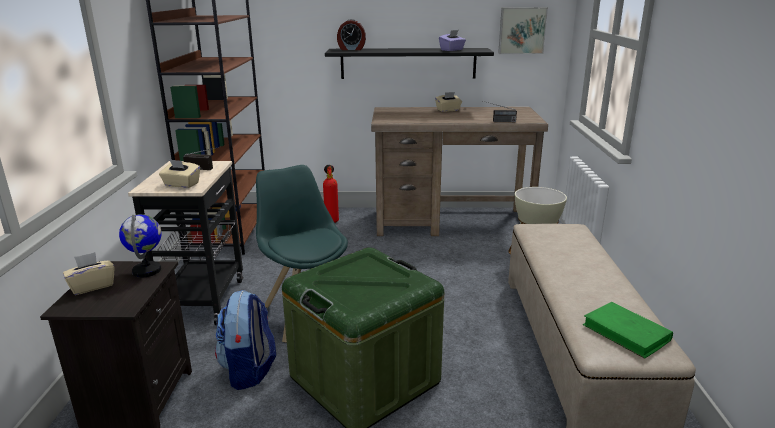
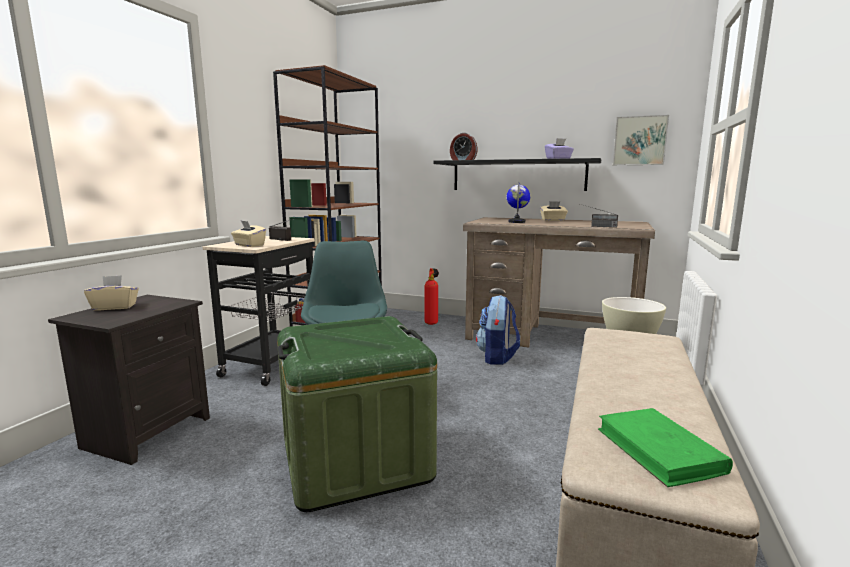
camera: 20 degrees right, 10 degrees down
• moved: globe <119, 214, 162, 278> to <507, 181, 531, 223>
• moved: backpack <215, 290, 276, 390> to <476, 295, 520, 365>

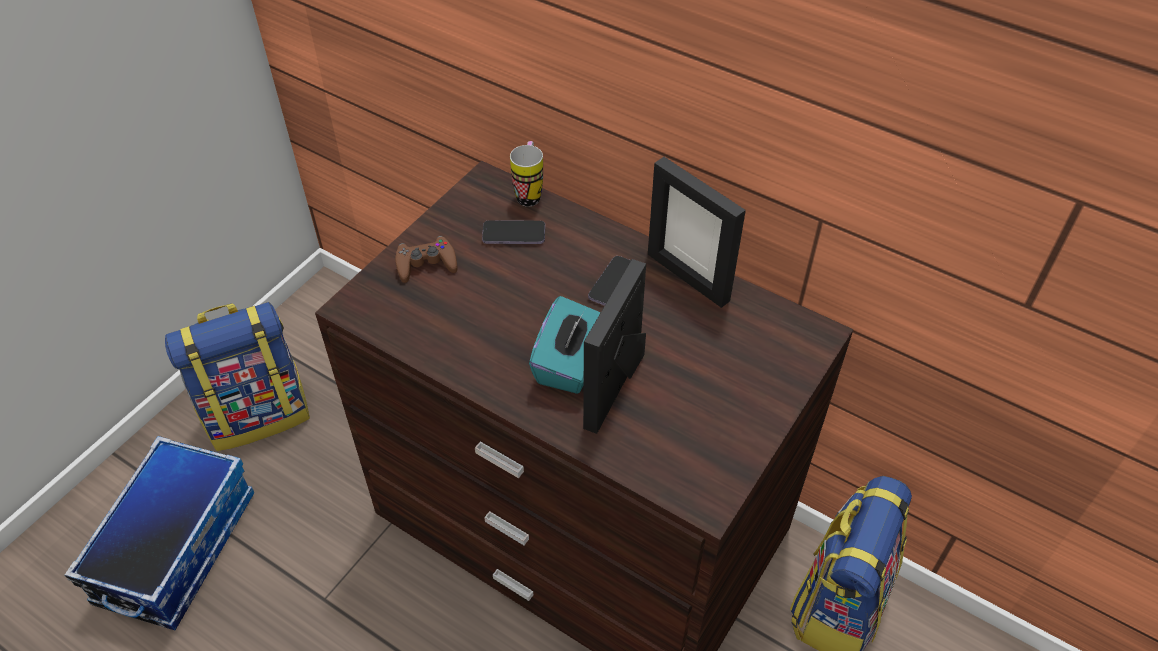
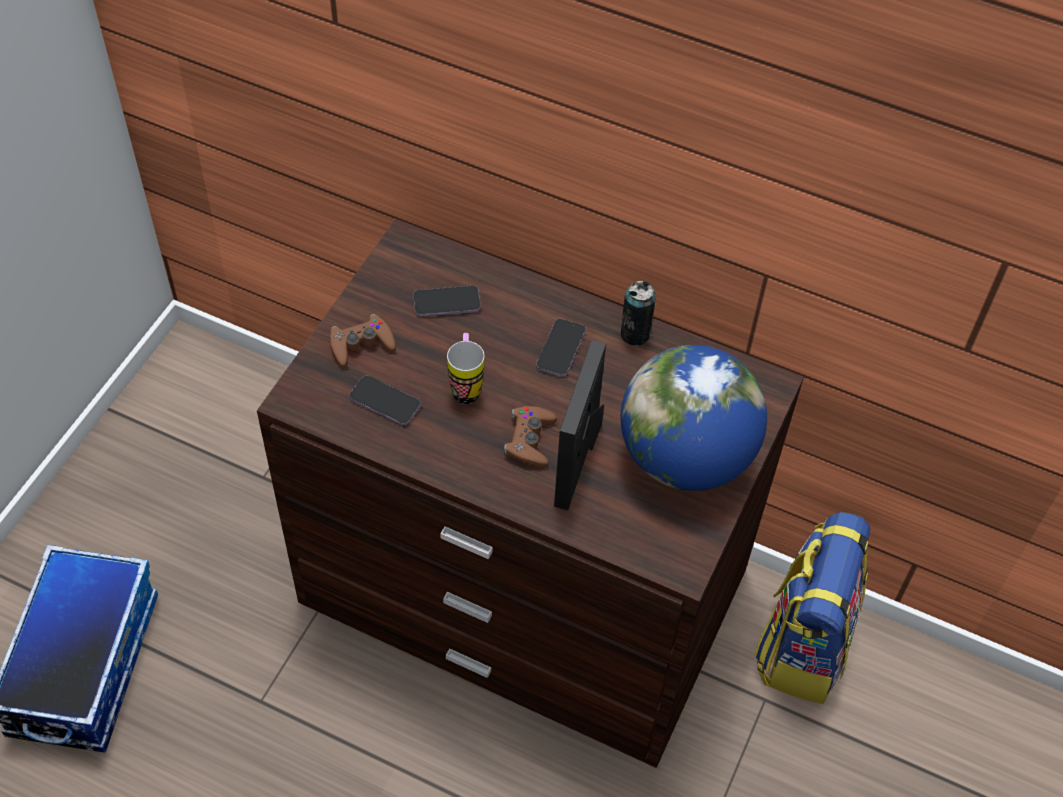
camera: 10 degrees left, 5 degrees up
• removed: backpack <165, 302, 310, 451>
• moved: mug <510, 141, 543, 207> to <447, 333, 484, 404>
• replaced: tissue box in turquoise <529, 296, 601, 394> to game controller in brown <504, 406, 557, 468>
• replaced: picture frame <648, 157, 746, 308> to can <621, 281, 656, 346>
• added: phone <349, 375, 421, 426>
• added: globe <621, 345, 767, 491>

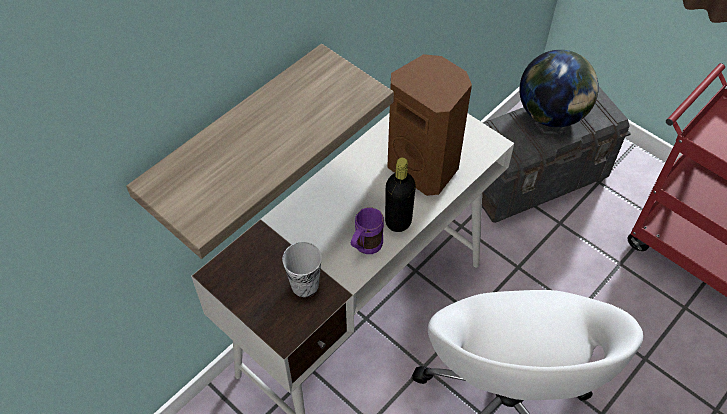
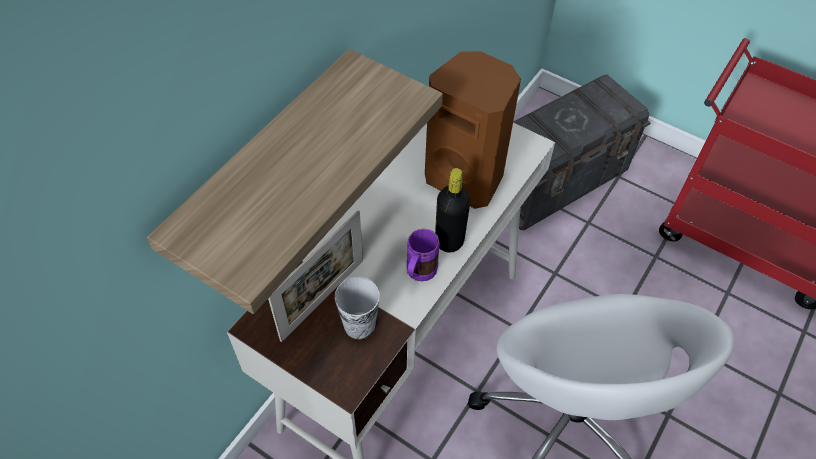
camera: 10 degrees left, 0 degrees up
• removed: globe <519, 50, 599, 127>
• added: picture frame <268, 210, 363, 342>

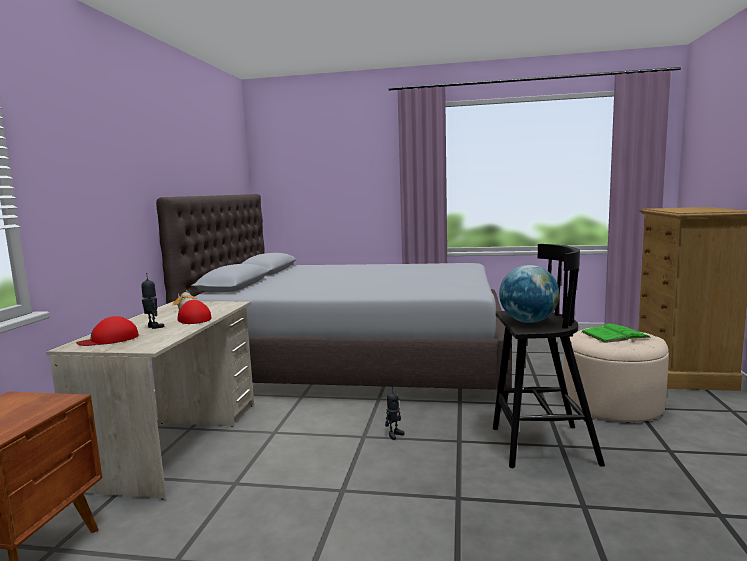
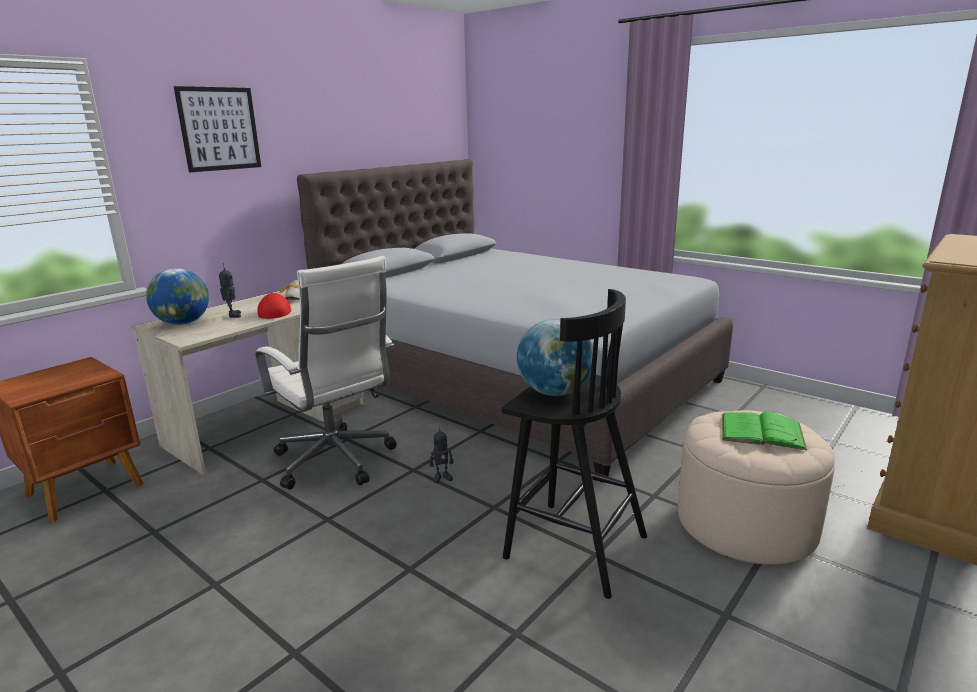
camera: 30 degrees right, 10 degrees up
• replaced: cap in red <76, 316, 139, 346> to globe <146, 268, 209, 325>
• added: picture <174, 86, 261, 172>
• added: office chair in white <256, 256, 397, 490>

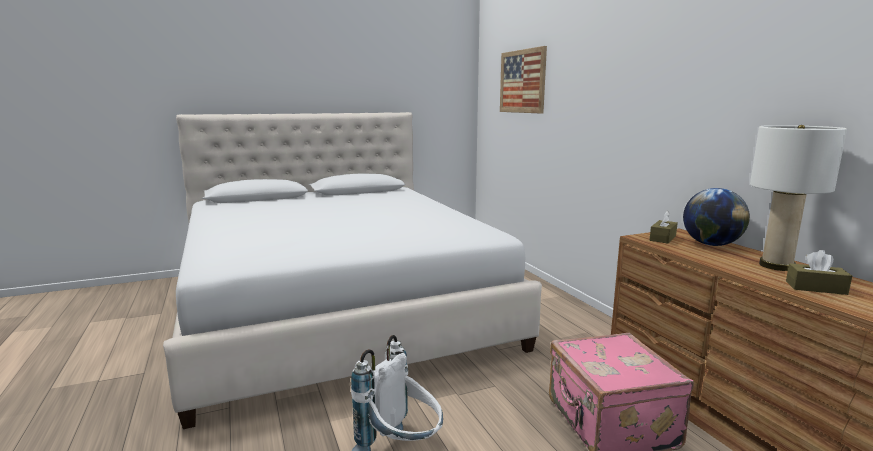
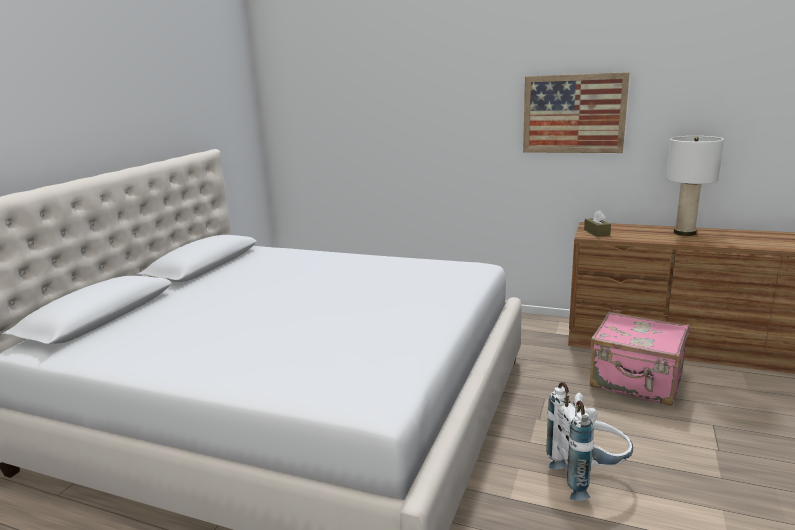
camera: 45 degrees left, 5 degrees up
• moved: picture <500, 46, 547, 114> to <523, 72, 630, 153>
• removed: globe <683, 188, 750, 246>
• removed: tissue box in brown <786, 250, 852, 295>

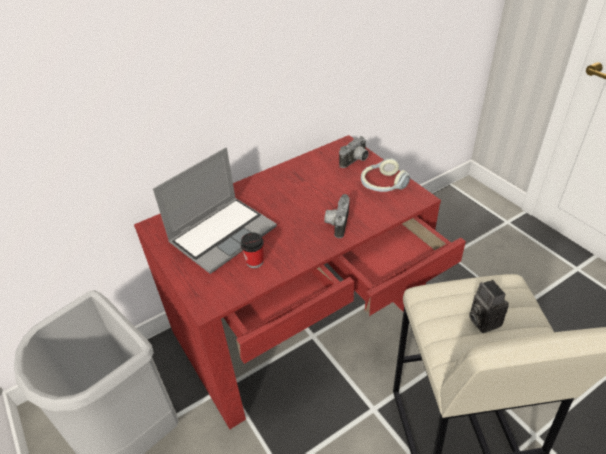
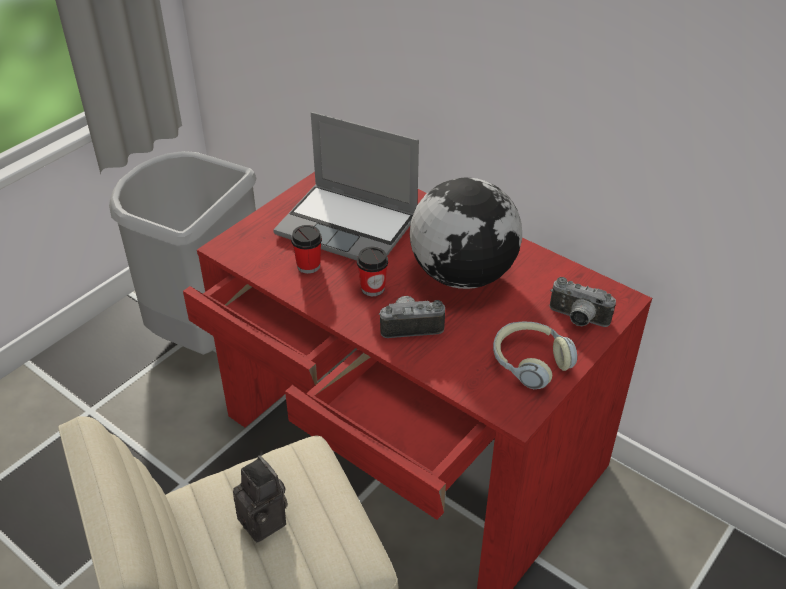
camera: 70 degrees right, 0 degrees up
• turned: photo camera <469, 280, 509, 333> = <233, 455, 288, 542> 90 degrees clockwise
• added: cup <357, 247, 388, 296>
• added: globe <410, 178, 522, 289>

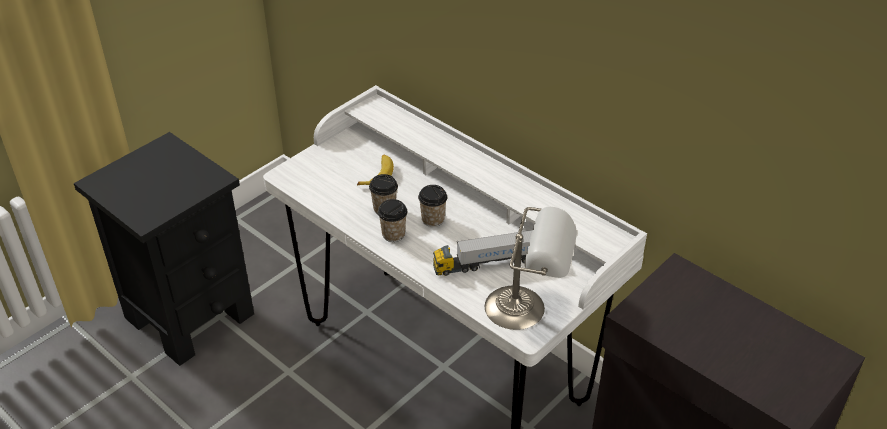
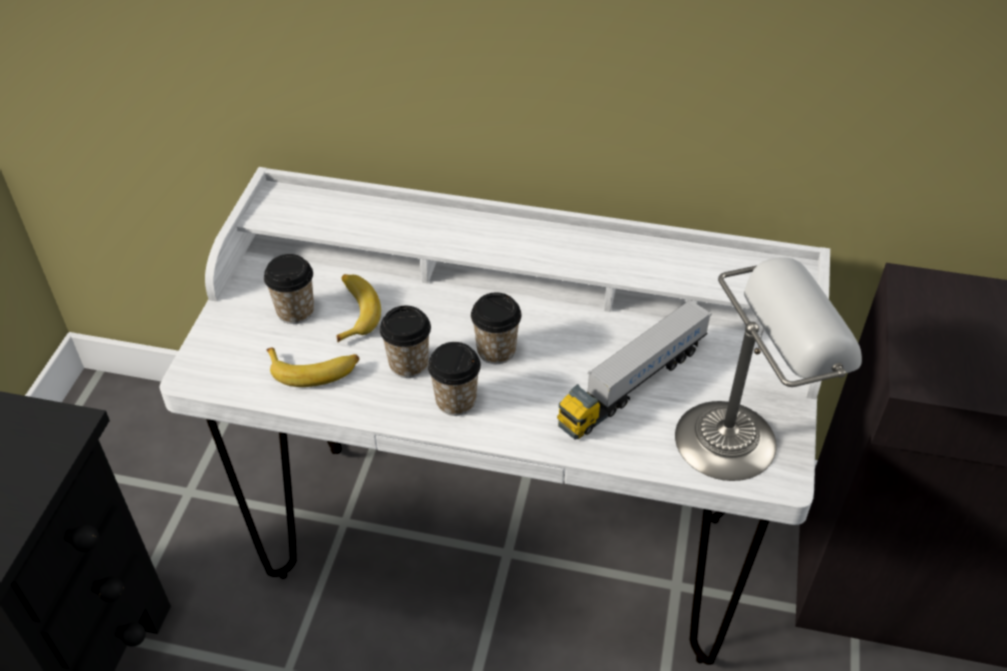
camera: 30 degrees left, 5 degrees up
• added: cup <264, 254, 314, 324>
• added: banana <266, 348, 359, 387>

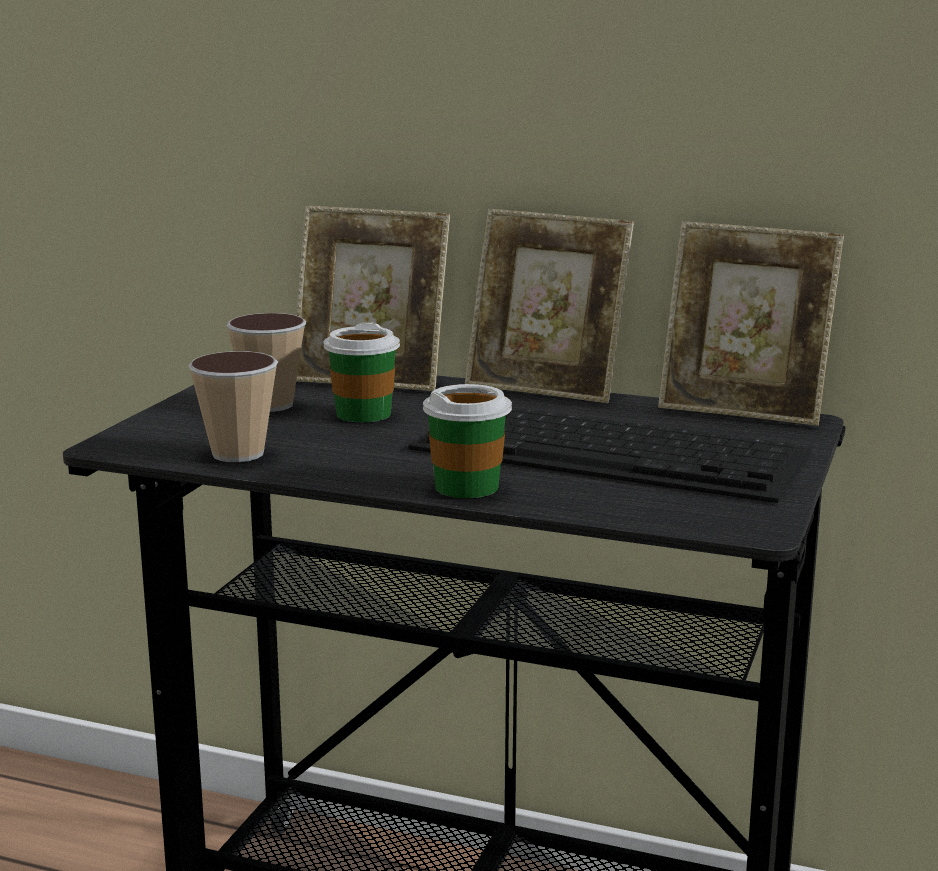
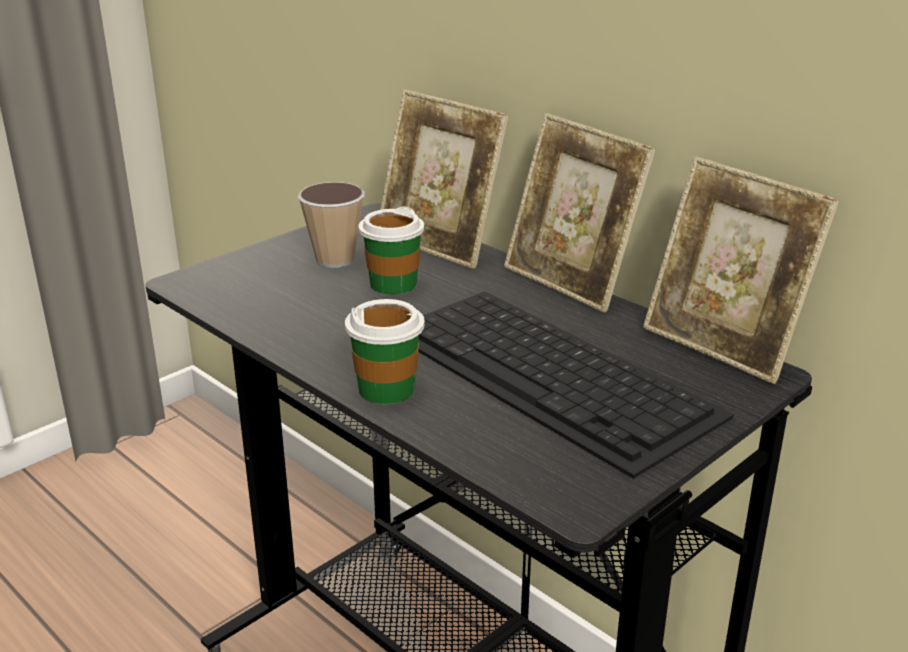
camera: 25 degrees right, 10 degrees up
• removed: cup <188, 351, 278, 462>

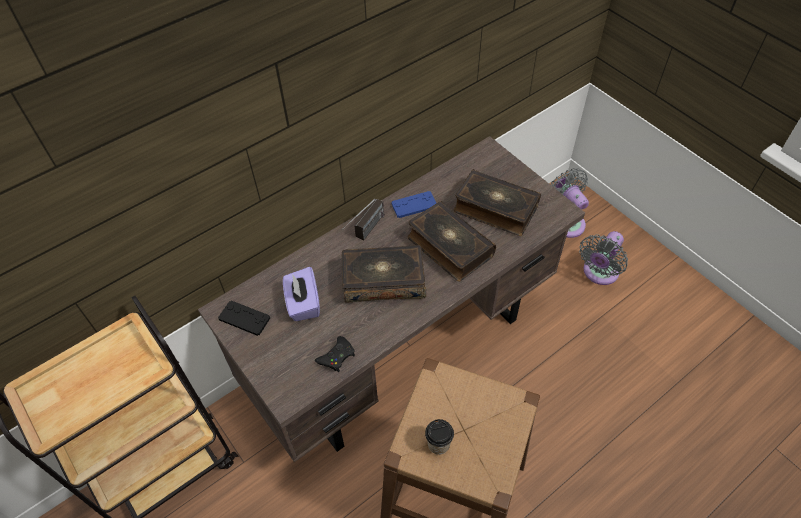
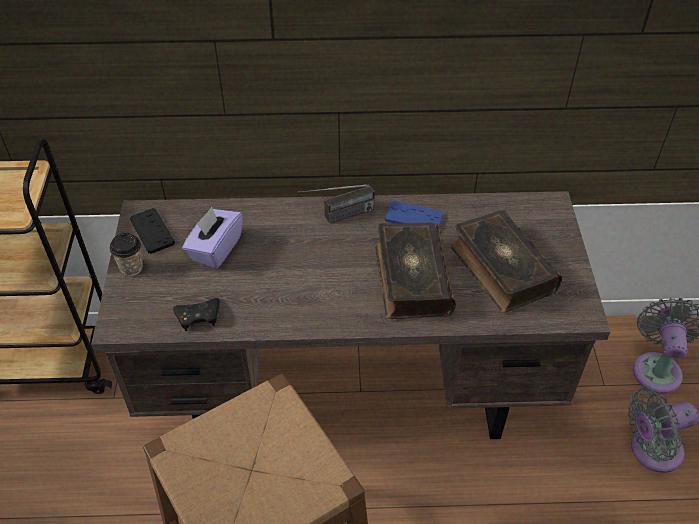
camera: 35 degrees right, 5 degrees down
• removed: book <342, 245, 426, 303>
• moved: cup <425, 419, 454, 455> to <110, 233, 143, 276>

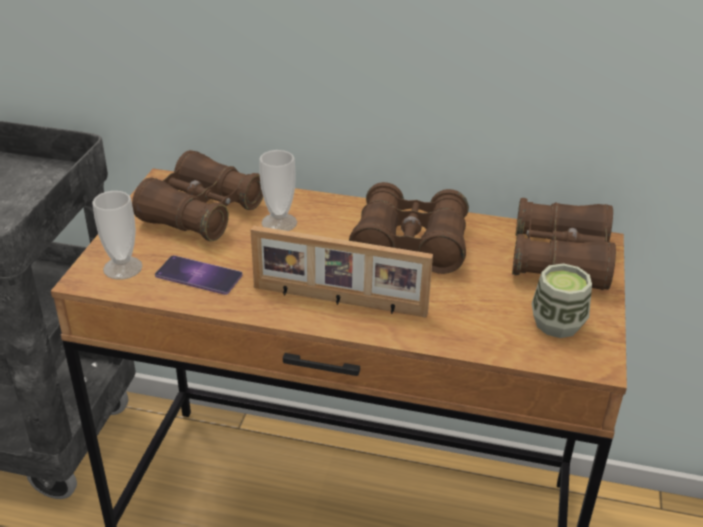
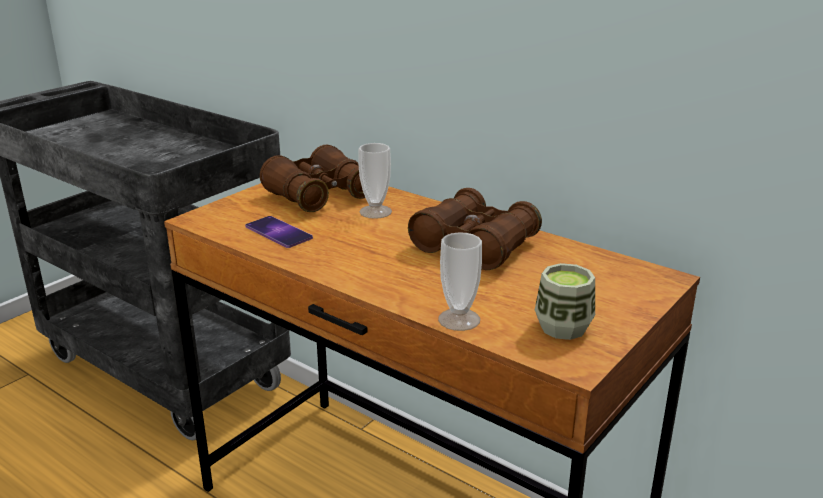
camera: 25 degrees right, 10 degrees down
• moved: cup <92, 191, 143, 280> to <438, 232, 482, 331>
• removed: picture frame <250, 226, 433, 318>
• removed: binoculars in brown <512, 198, 616, 290>

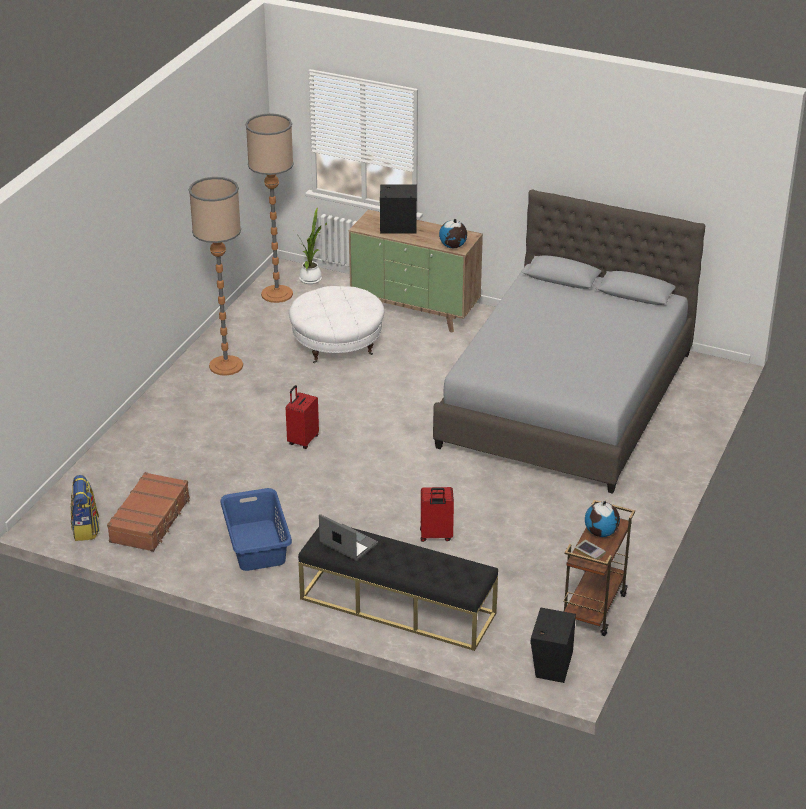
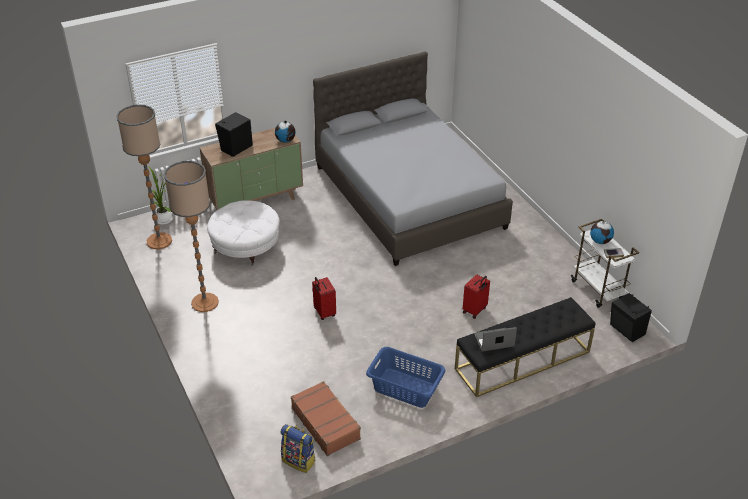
camera: 50 degrees left, 5 degrees up
• recoloured: cart in brown <563, 500, 635, 636> to cart in white <570, 219, 639, 308>

